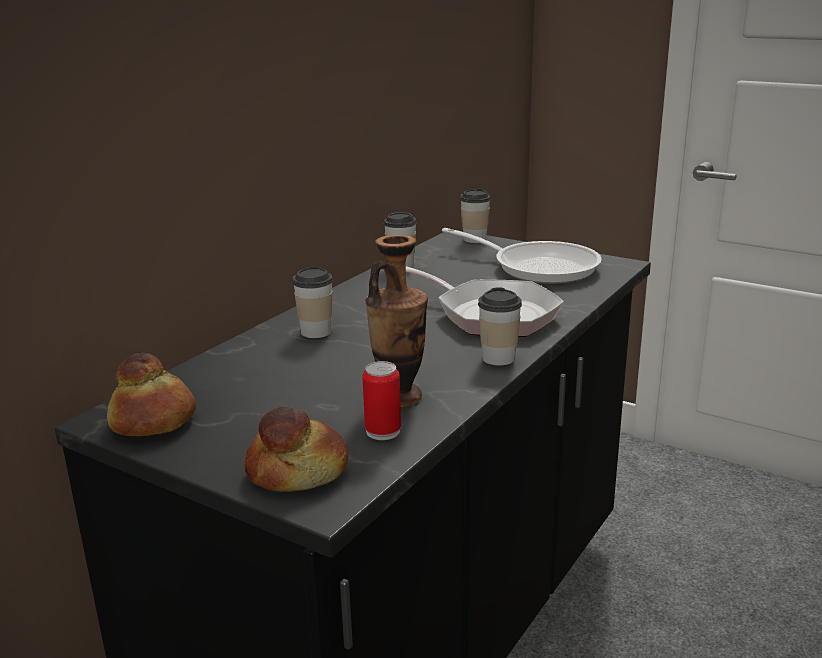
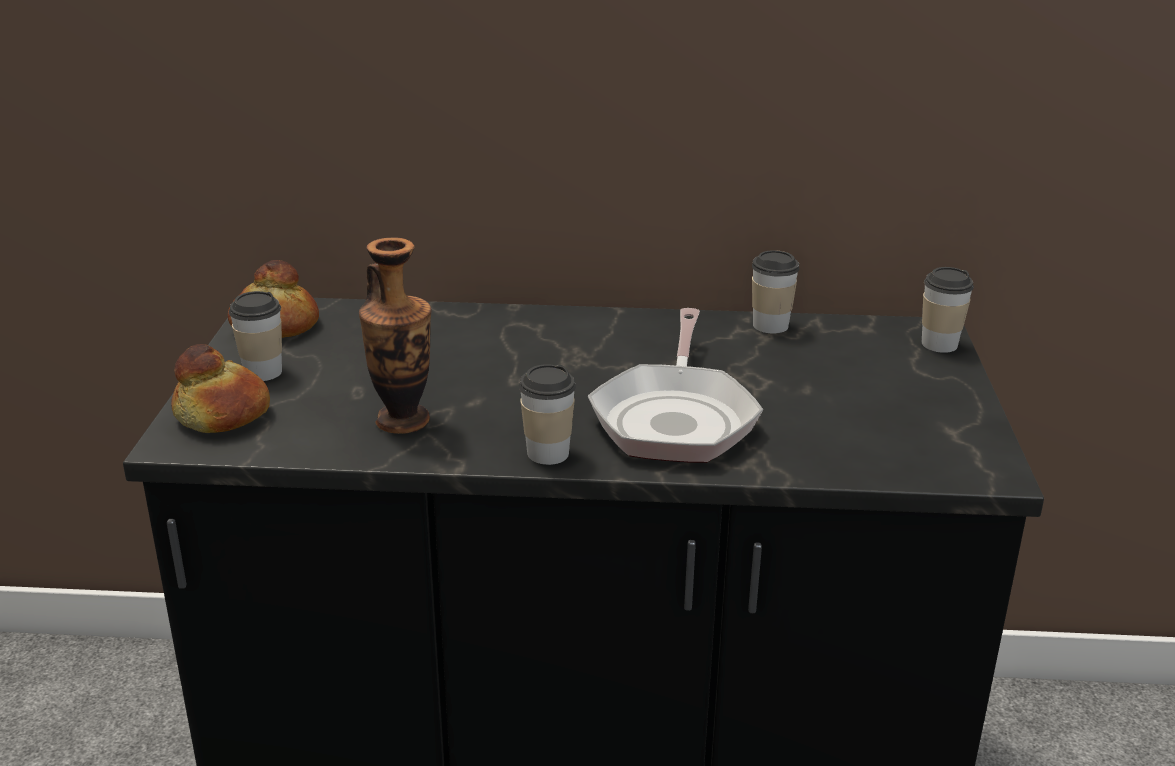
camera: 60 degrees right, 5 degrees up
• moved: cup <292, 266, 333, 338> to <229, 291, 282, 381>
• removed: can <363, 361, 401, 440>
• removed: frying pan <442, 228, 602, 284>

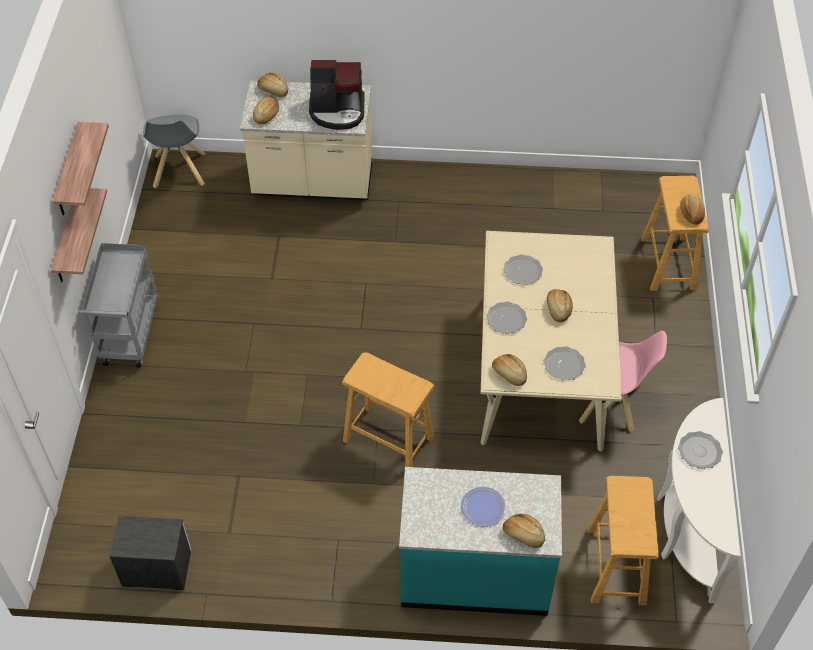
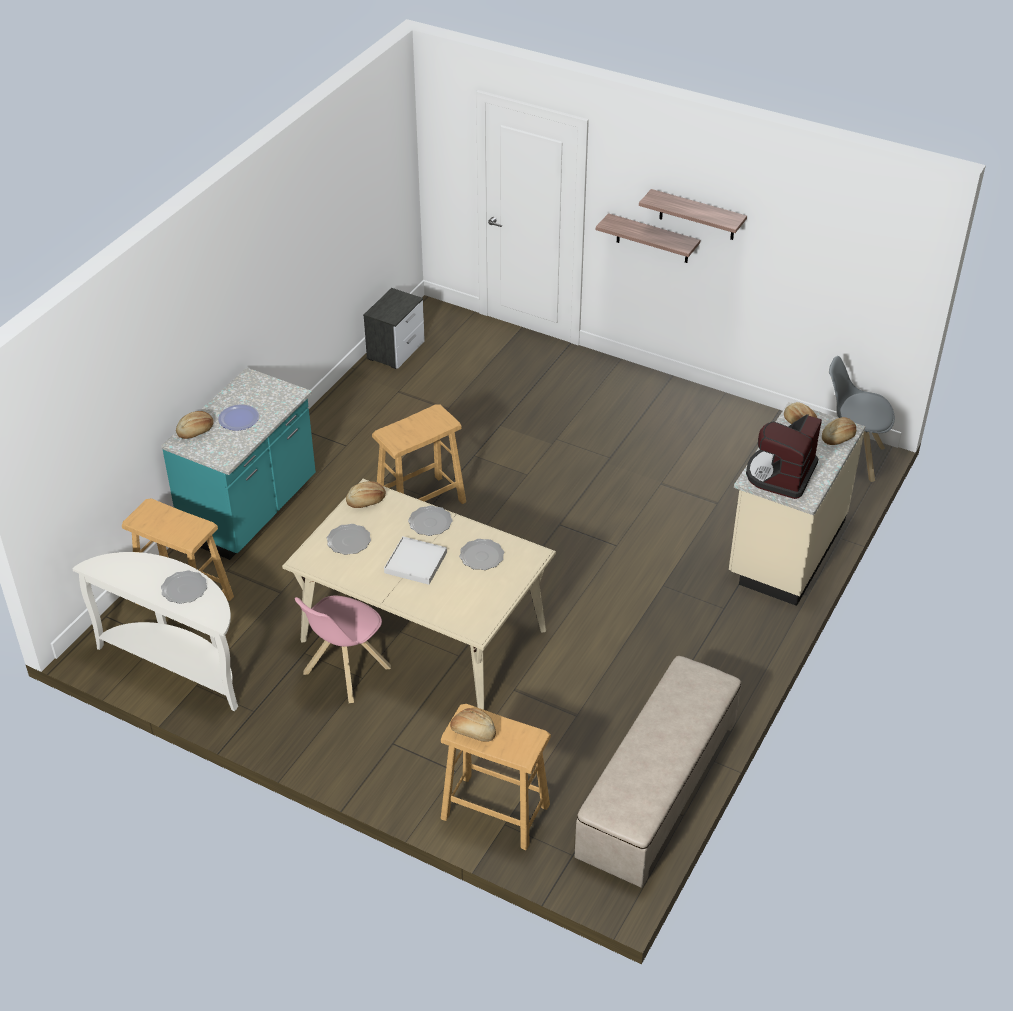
camera: 115 degrees right, 10 degrees down
• removed: cart in grey <78, 243, 158, 368>
• replaced: bread <547, 289, 573, 322> to tray in white <384, 536, 447, 585>
• added: bench in beige <575, 656, 741, 888>

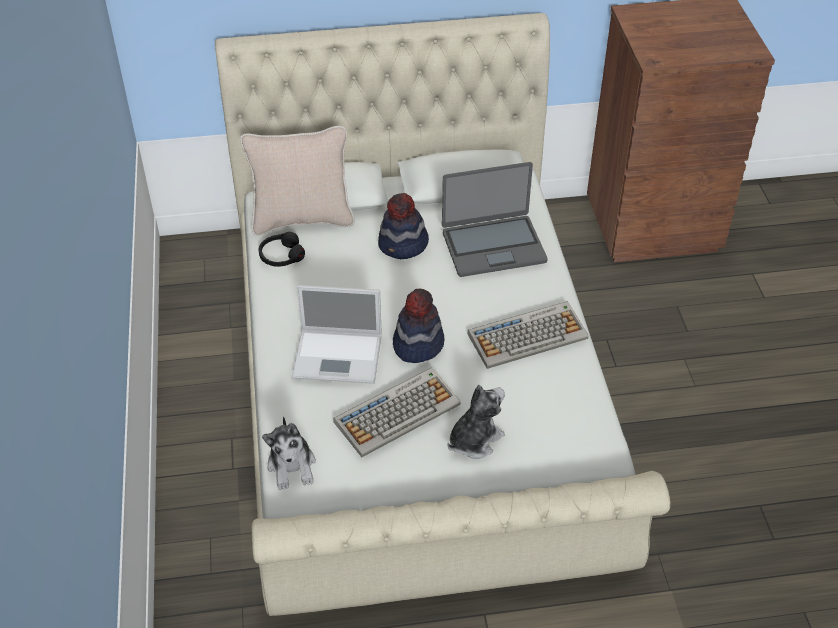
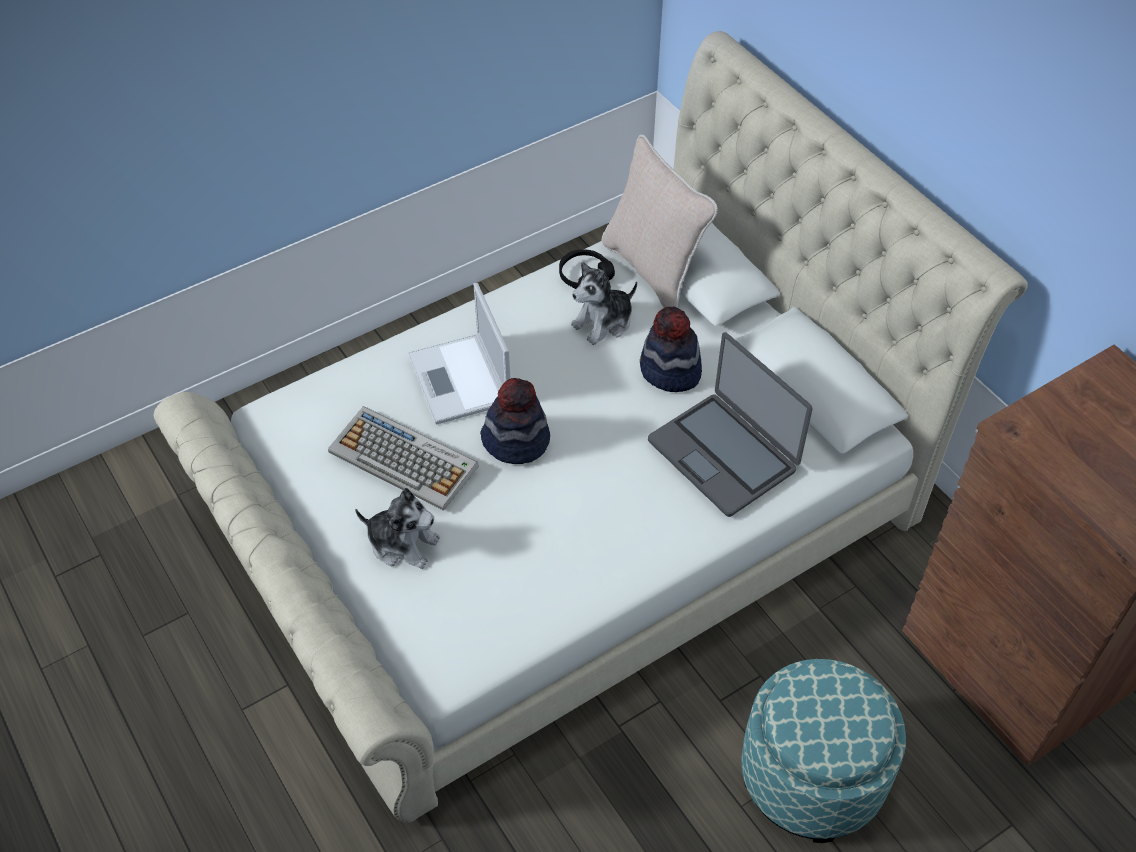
camera: 65 degrees right, 5 degrees up
• moved: plush toy <262, 416, 316, 490> to <571, 262, 637, 345>
• removed: keyboard <468, 301, 589, 369>
• added: ottoman <741, 659, 906, 843>

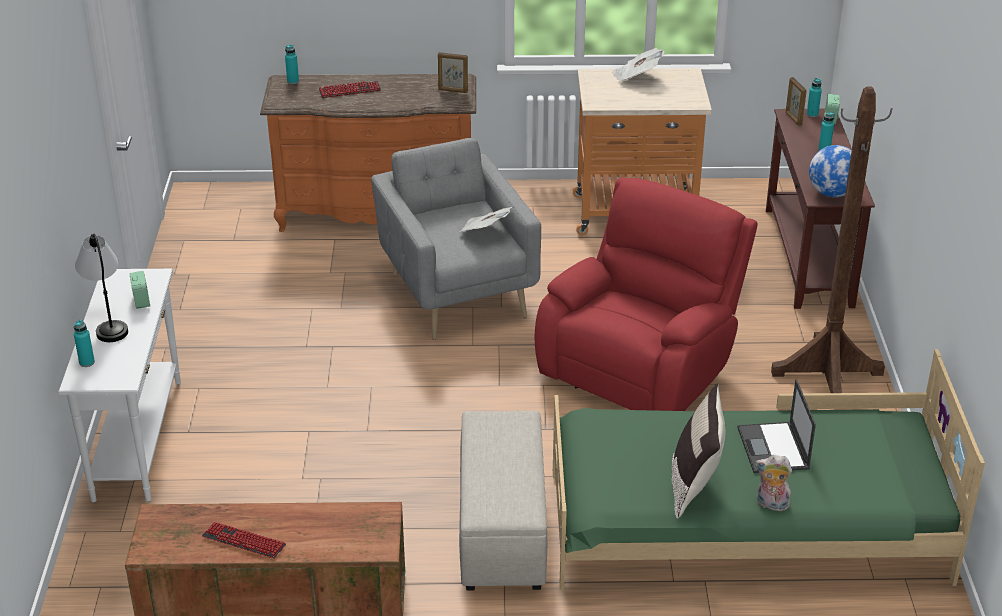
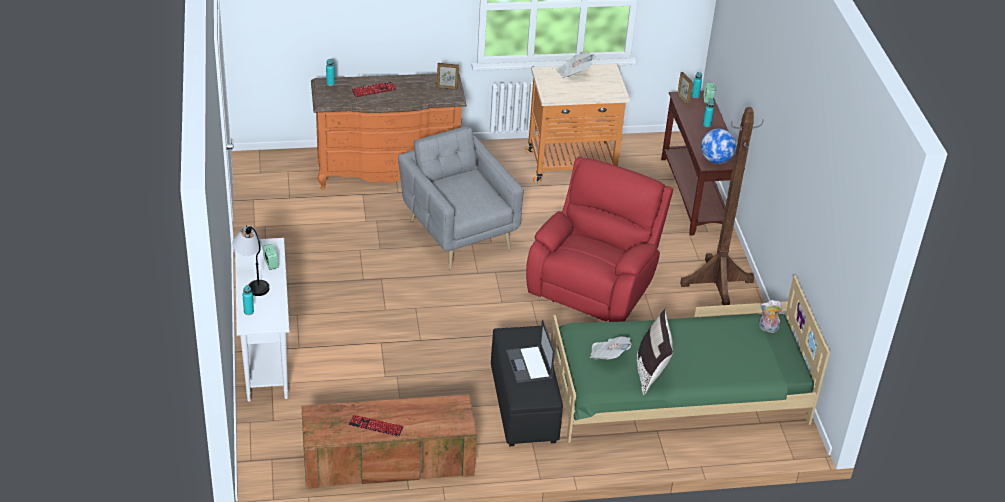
camera: 10 degrees left, 5 degrees up
• moved: newspaper <459, 207, 512, 232> to <590, 336, 631, 360>
• recoloured: ottoman in beige <459, 411, 547, 590> to ottoman in black <491, 326, 563, 447>
• moved: laptop <738, 379, 816, 473> to <506, 320, 555, 383>
• moved: plush toy <755, 455, 792, 511> to <759, 300, 782, 333>

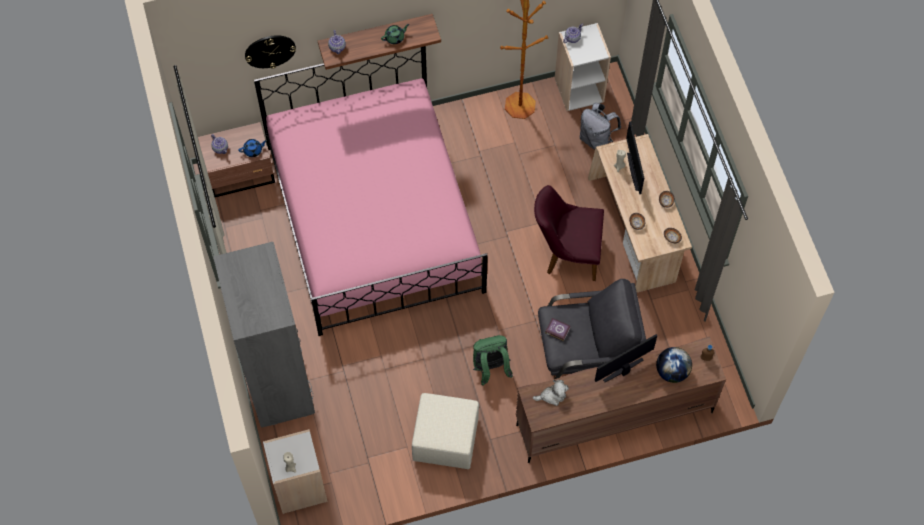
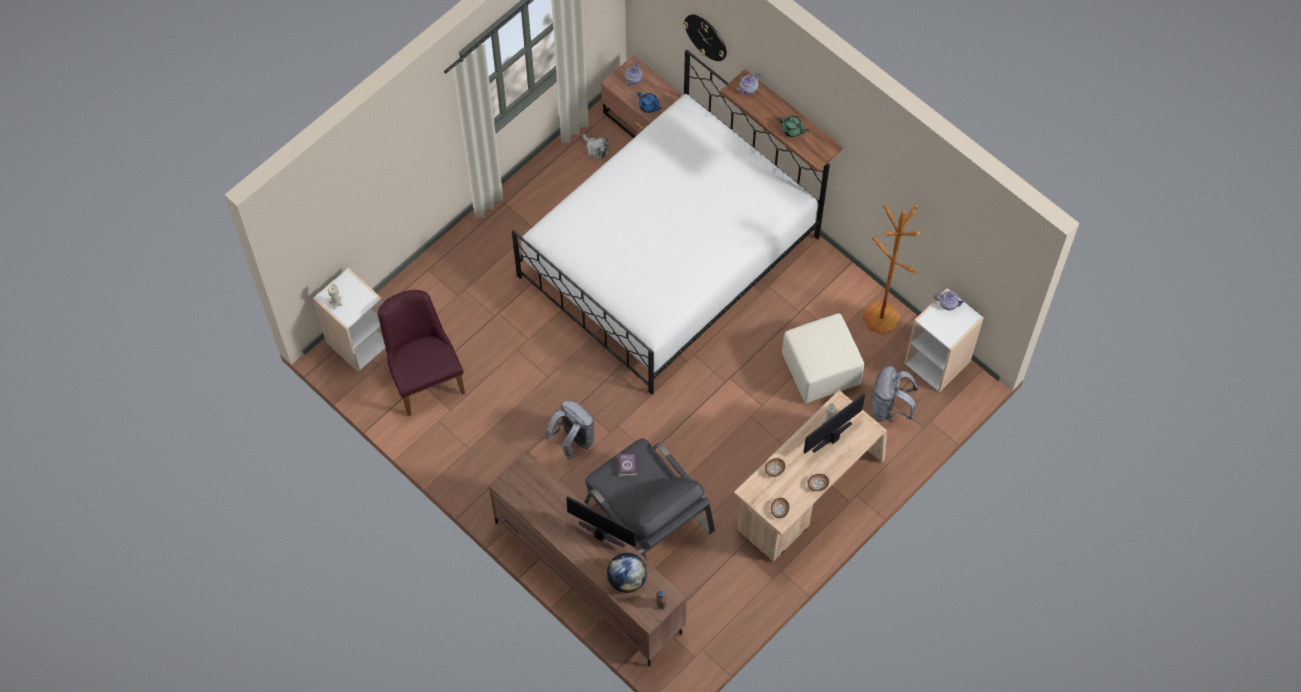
camera: 60 degrees right, 0 degrees up
• removed: wardrobe in grey <213, 242, 315, 428>
• recoloured: bed in pink <254, 46, 488, 336> to bed in white <512, 49, 830, 394>
• moved: ottoman in beige <412, 393, 479, 469> to <782, 313, 864, 403>
• recoloured: backpack in green <473, 335, 513, 385> to backpack in grey <545, 401, 594, 460>
• moved: plush toy <533, 380, 569, 406> to <583, 133, 609, 159>
• moved: chair in purple <534, 185, 604, 281> to <378, 290, 465, 416>

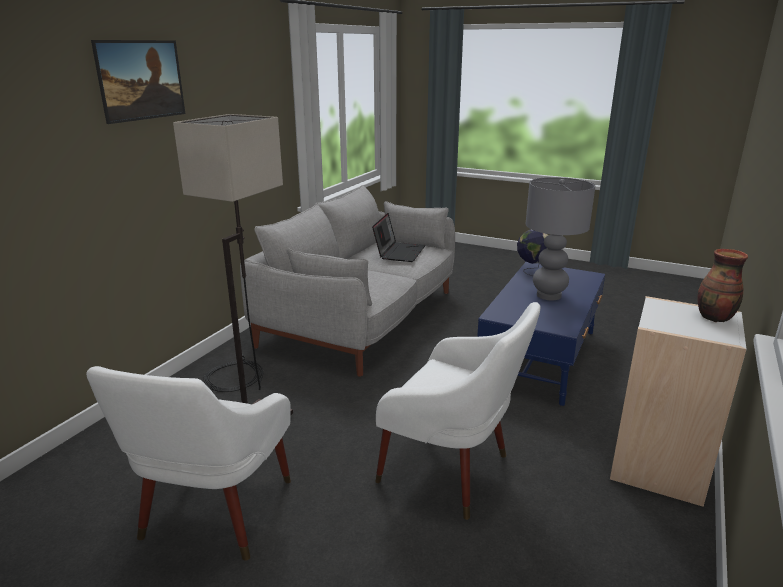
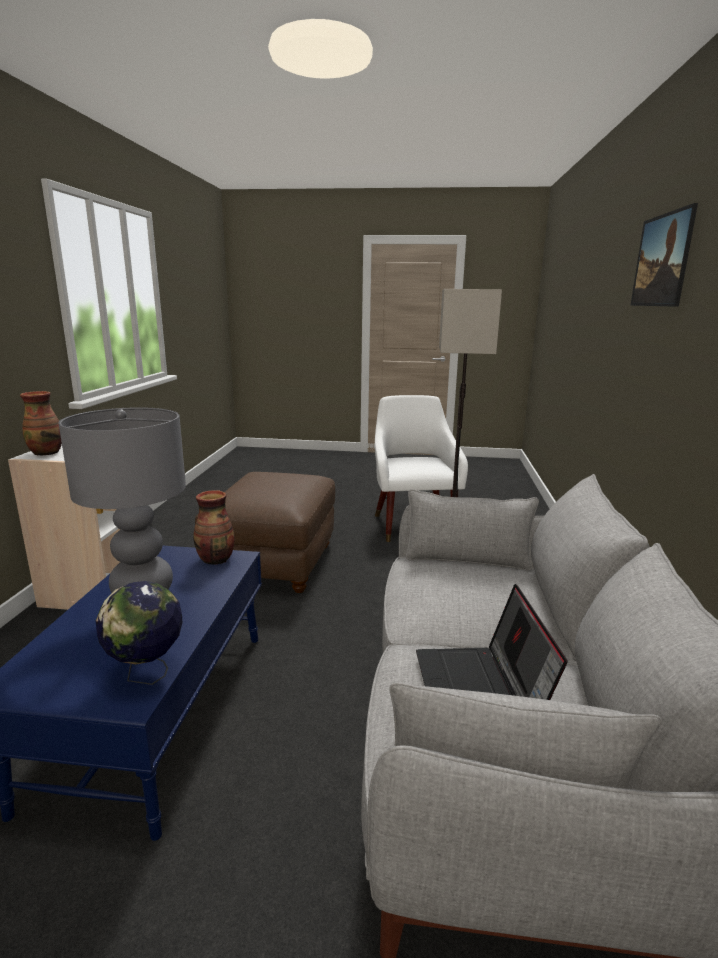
camera: 160 degrees right, 5 degrees down
• replaced: armchair in white <375, 302, 541, 520> to ottoman in brown <195, 472, 335, 593>
• added: vase <193, 490, 235, 565>

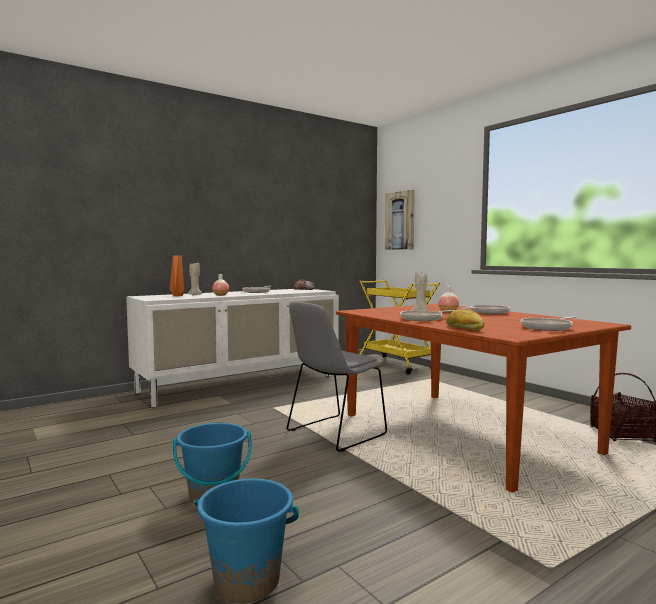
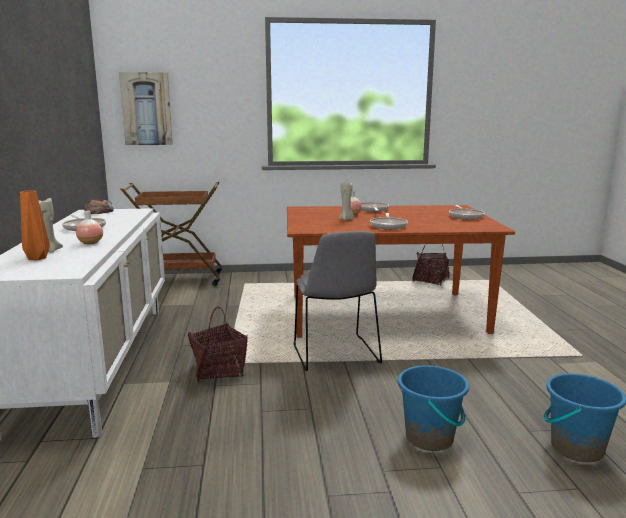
camera: 60 degrees left, 10 degrees up
• recoloured: cart in yellow <359, 280, 440, 375> to cart in brown <120, 182, 222, 286>
• removed: bread <446, 309, 484, 331>
• added: basket <188, 306, 248, 383>

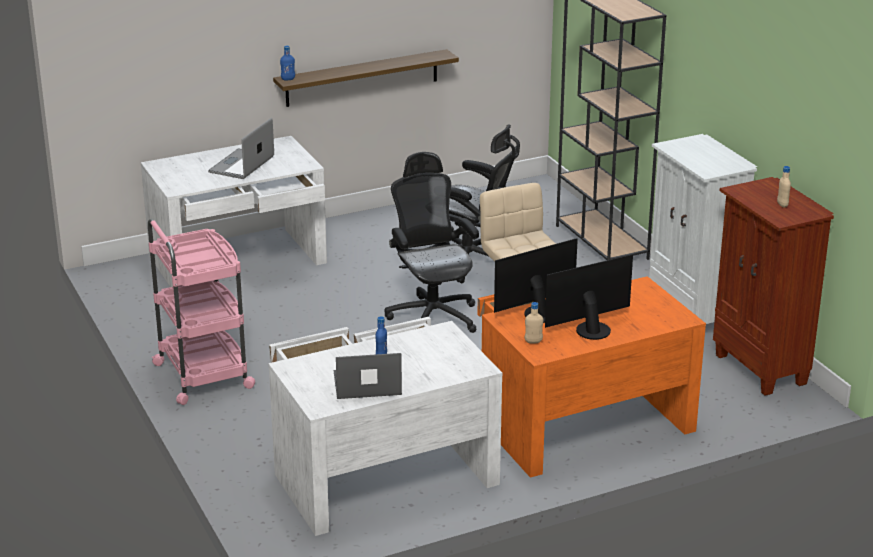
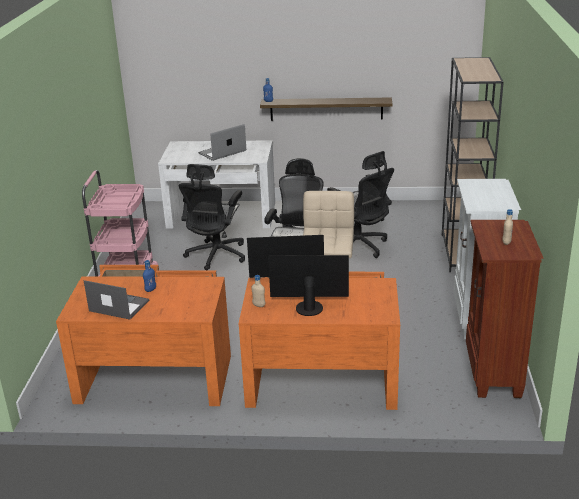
camera: 30 degrees right, 0 degrees up
• recoloured: desk in white <268, 317, 502, 536> to desk in orange <56, 265, 231, 406>
• added: office chair <179, 164, 245, 270>

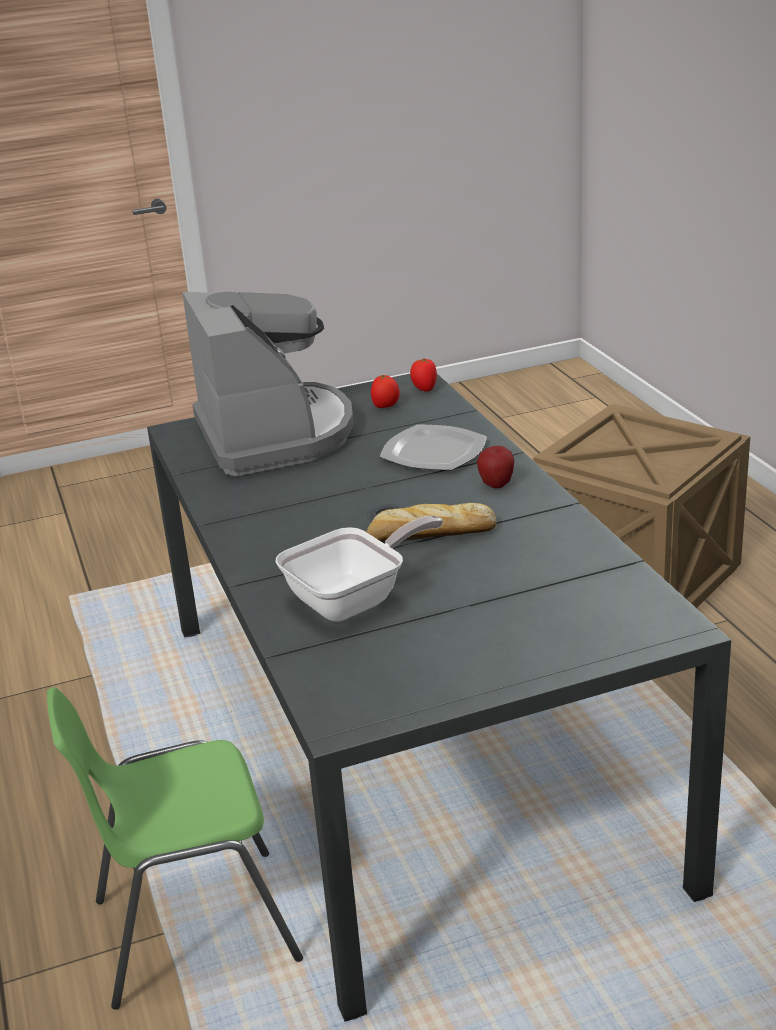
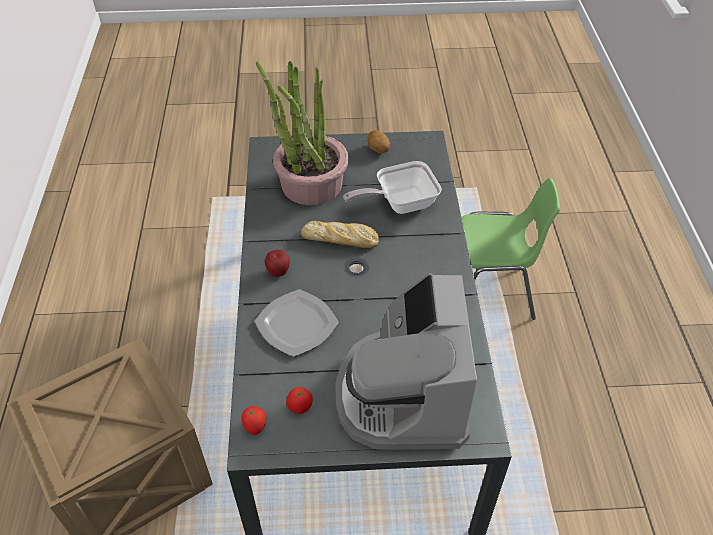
camera: 165 degrees left, 20 degrees up
• added: potted plant <256, 61, 349, 205>
• added: potato <367, 130, 390, 153>

